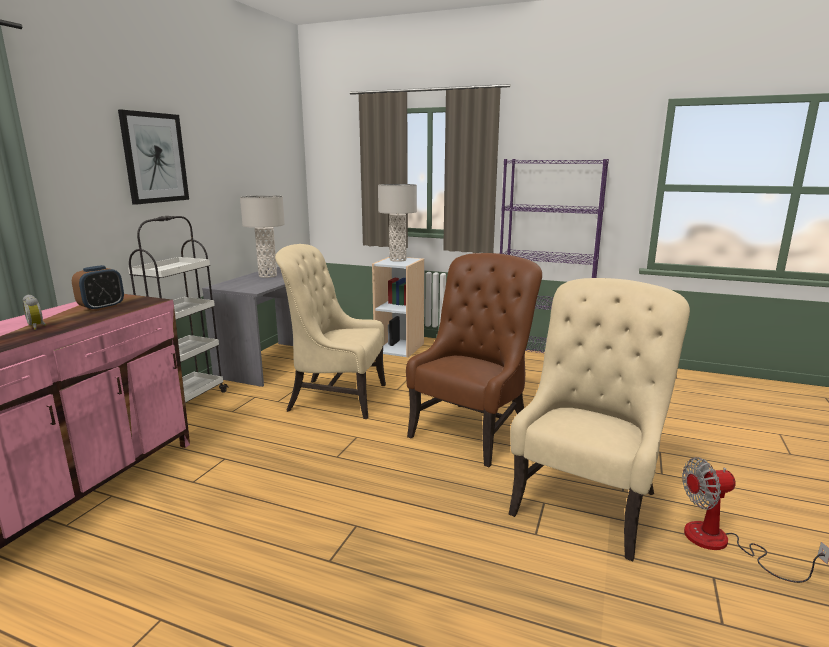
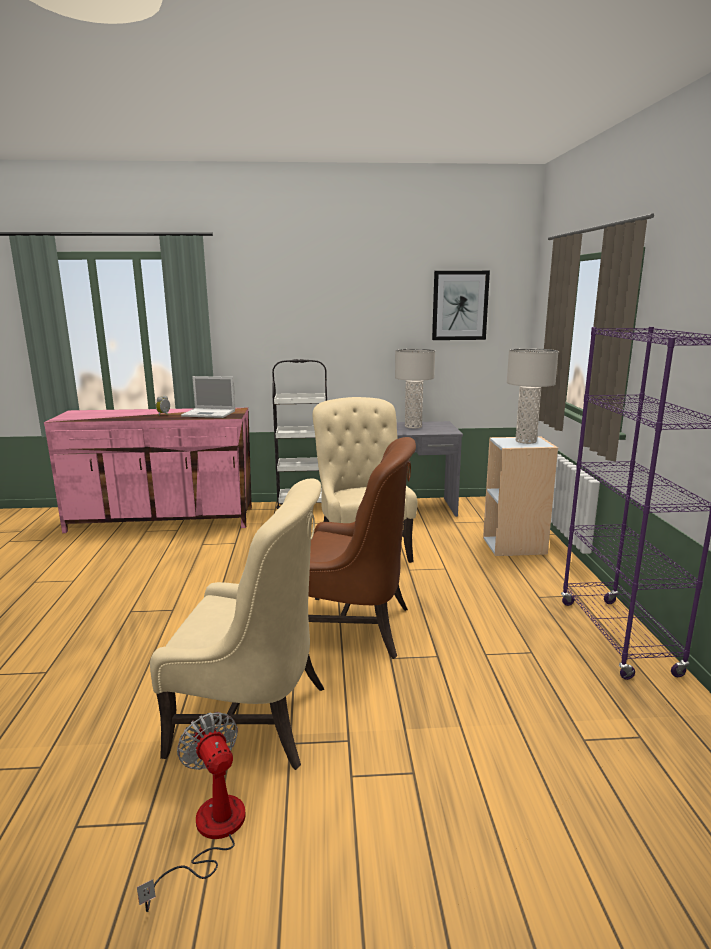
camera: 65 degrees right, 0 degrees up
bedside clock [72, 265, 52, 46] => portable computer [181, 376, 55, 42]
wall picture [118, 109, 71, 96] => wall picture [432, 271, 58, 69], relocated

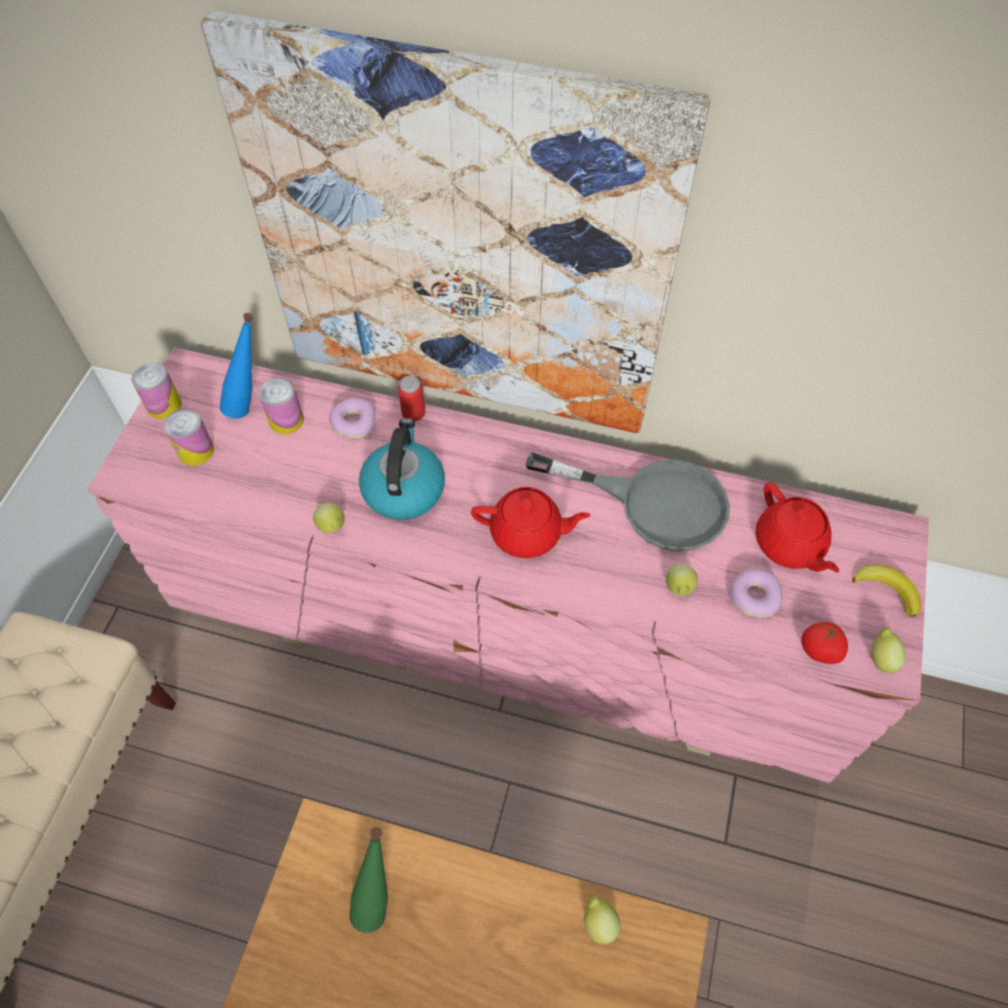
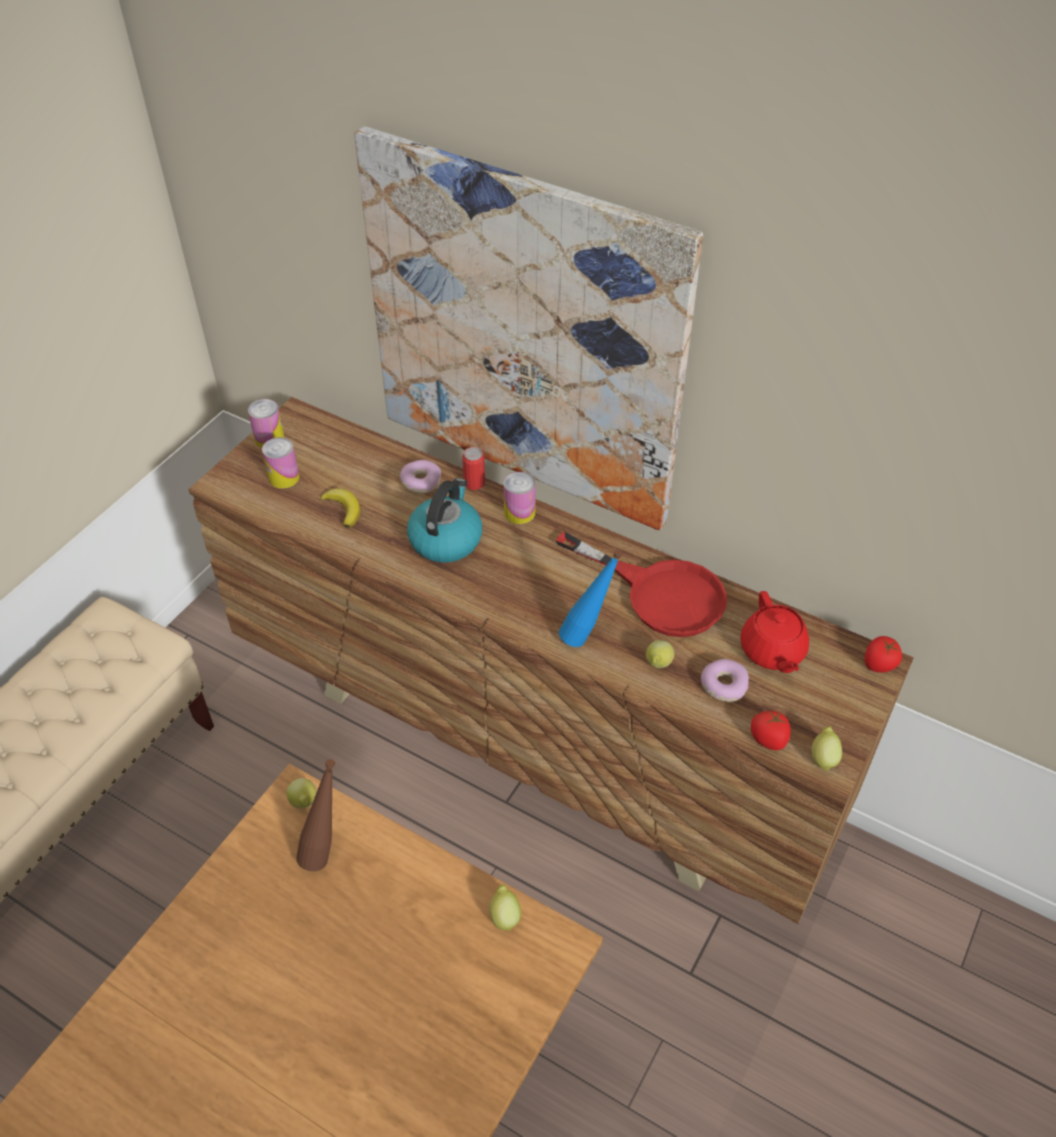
camera: 15 degrees right, 10 degrees down
pink storage cabinet [87, 347, 842, 436] => brownish storage cabinet [188, 397, 726, 527]
blue bottle [220, 313, 33, 106] => blue bottle [559, 550, 64, 97], relocated
sealed can [259, 377, 45, 57] => sealed can [503, 472, 33, 52], relocated
whole lemon [313, 503, 32, 30] => whole lemon [287, 778, 29, 31], relocated
greenish bottle [350, 827, 38, 106] => brownish bottle [296, 759, 39, 112]
reddish teapot [471, 487, 120, 71] => nothing
grey frying pan [525, 452, 205, 100] => reddish frying pan [555, 531, 172, 106]
banana [852, 564, 69, 53] => banana [321, 488, 39, 39], relocated
nothing => fresh tomato [865, 636, 37, 37]

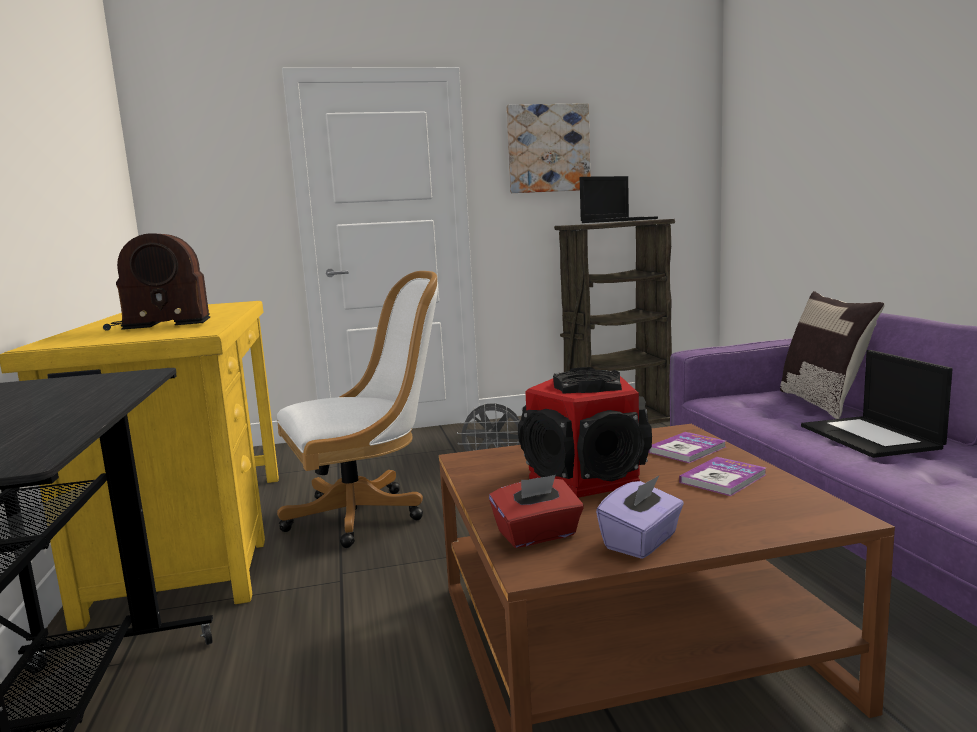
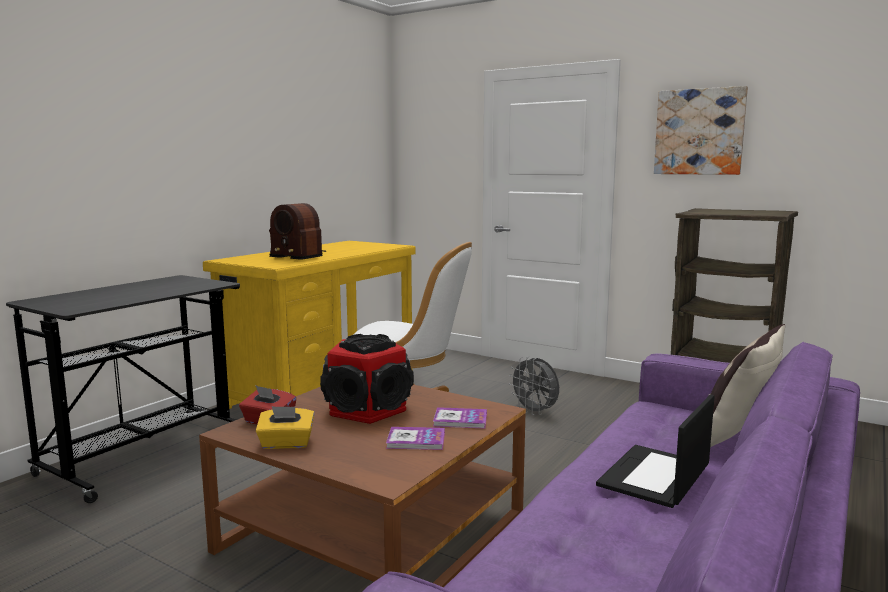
camera: 45 degrees right, 0 degrees up
portable computer [580, 176, 78, 47] => nothing
purplish tissue holder [596, 476, 88, 83] => yellow tissue holder [256, 406, 59, 43]

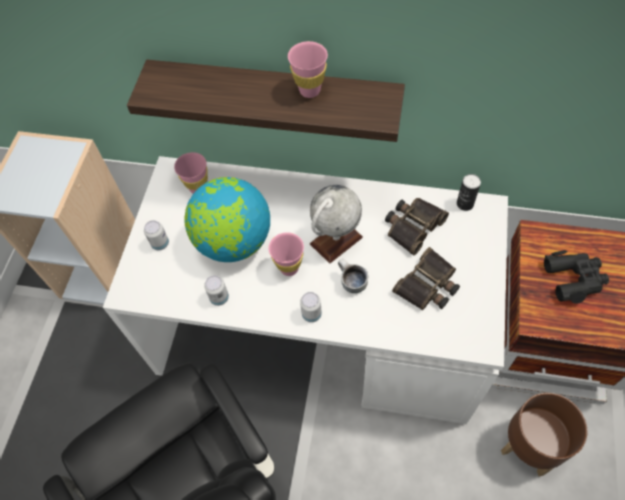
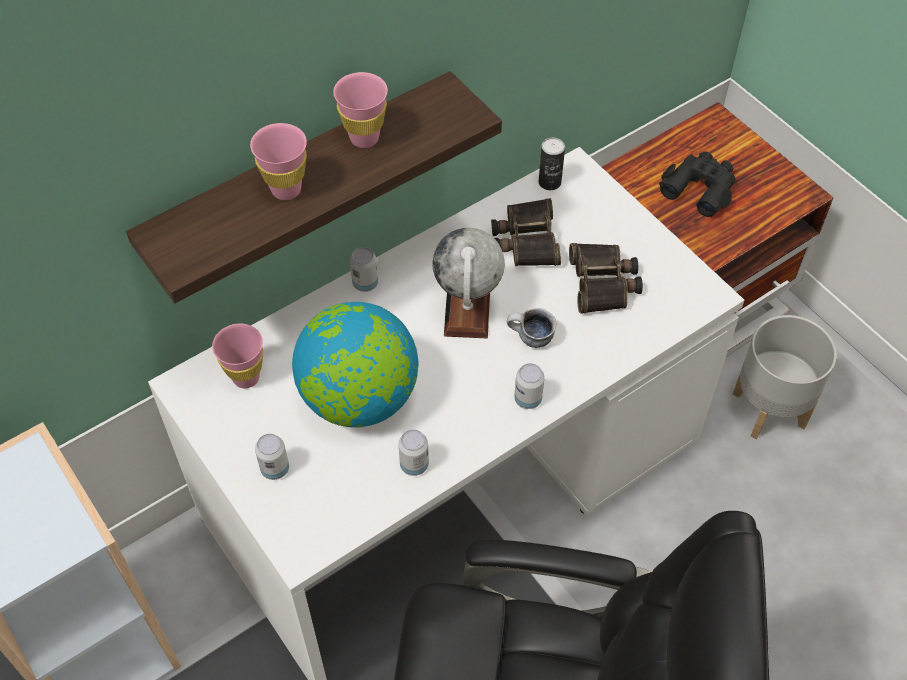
camera: 50 degrees left, 5 degrees down
pink cup [268, 232, 36, 44] => pink cup [250, 123, 57, 77], relocated
brownish plant pot [501, 393, 86, 84] => grey plant pot [733, 315, 104, 124]
nothing => sealed can [350, 247, 28, 45]

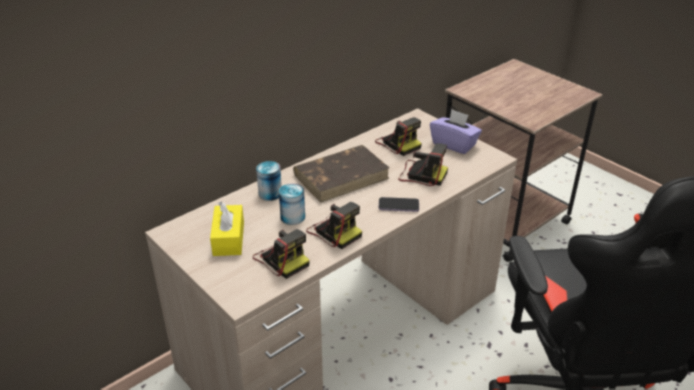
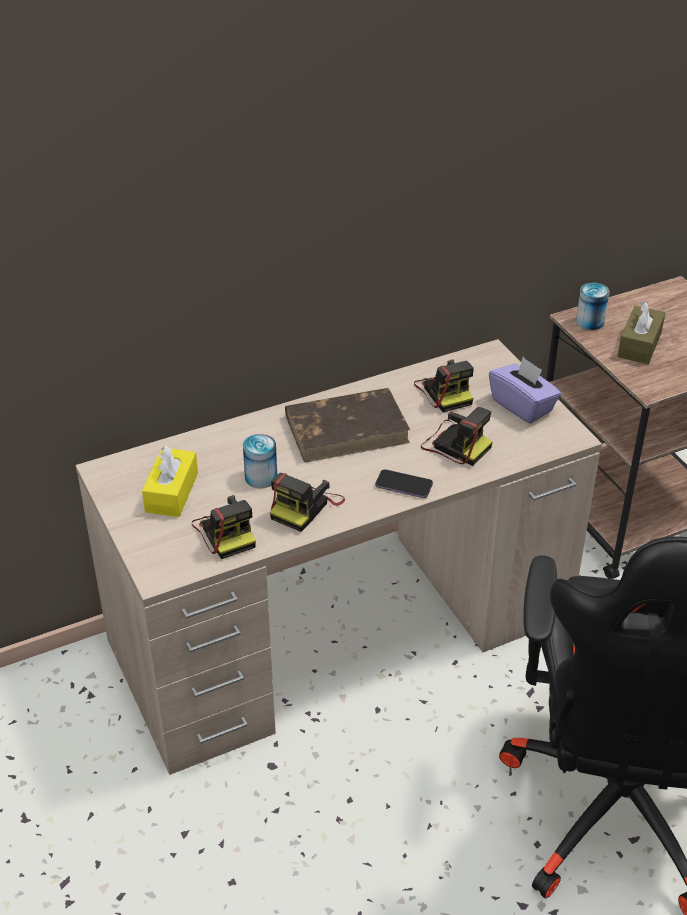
camera: 15 degrees right, 5 degrees up
sealed can [256, 161, 26, 40] => sealed can [576, 283, 33, 47], relocated
photo camera [306, 202, 56, 47] => photo camera [270, 473, 75, 59], 60 degrees clockwise
nothing => brownish tissue holder [617, 301, 48, 63]

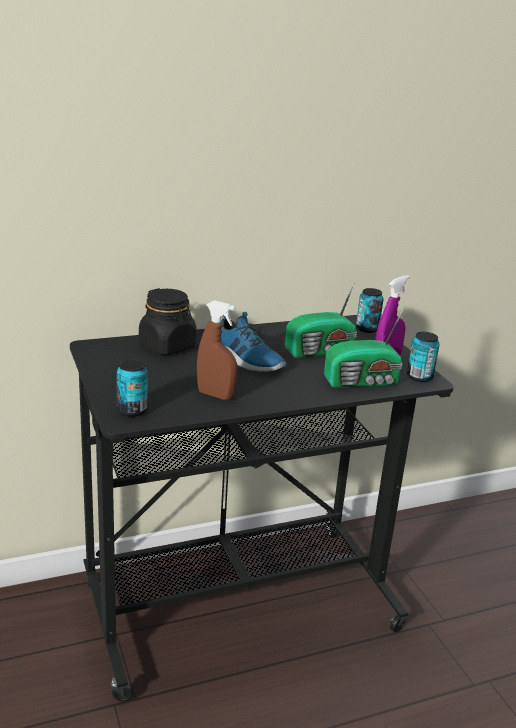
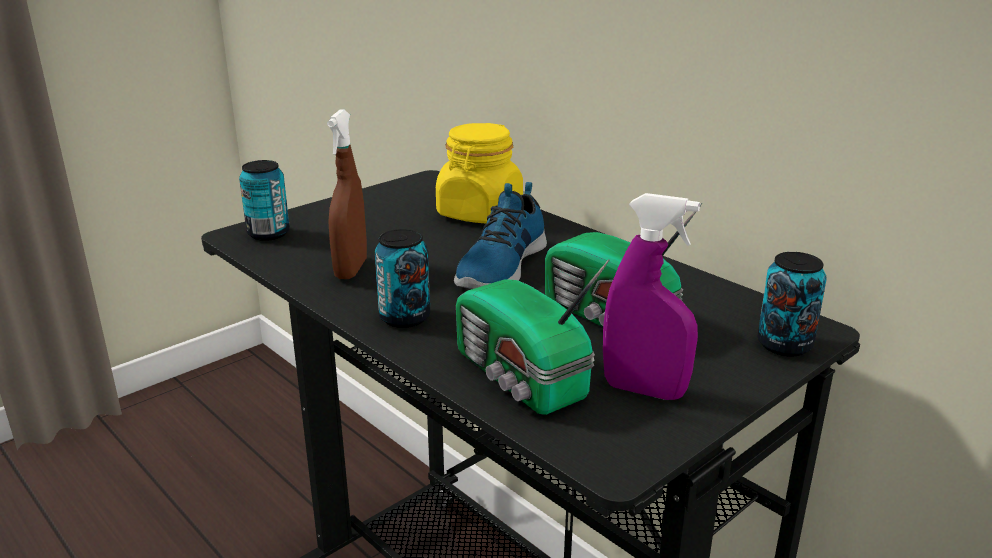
camera: 70 degrees right, 0 degrees up
black-coloured storage jar [139, 288, 58, 67] => yellow storage jar [436, 123, 87, 101]
sealed can [407, 332, 33, 50] => sealed can [375, 229, 55, 99], relocated

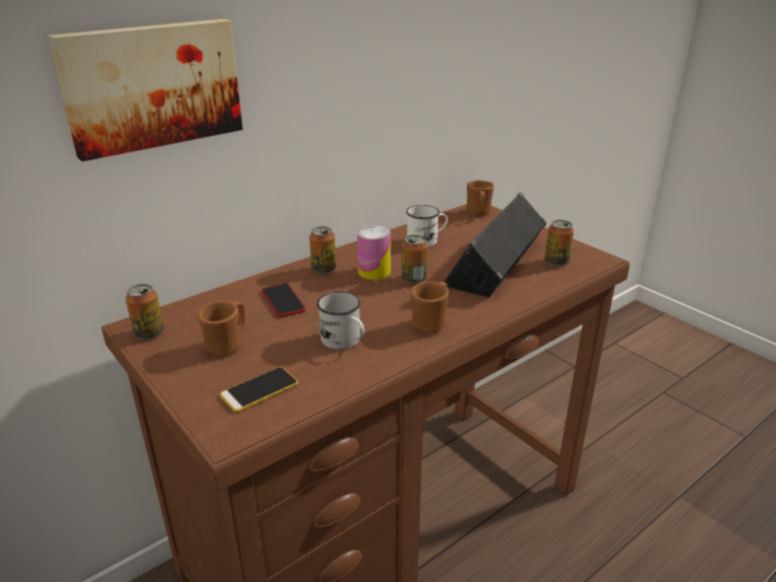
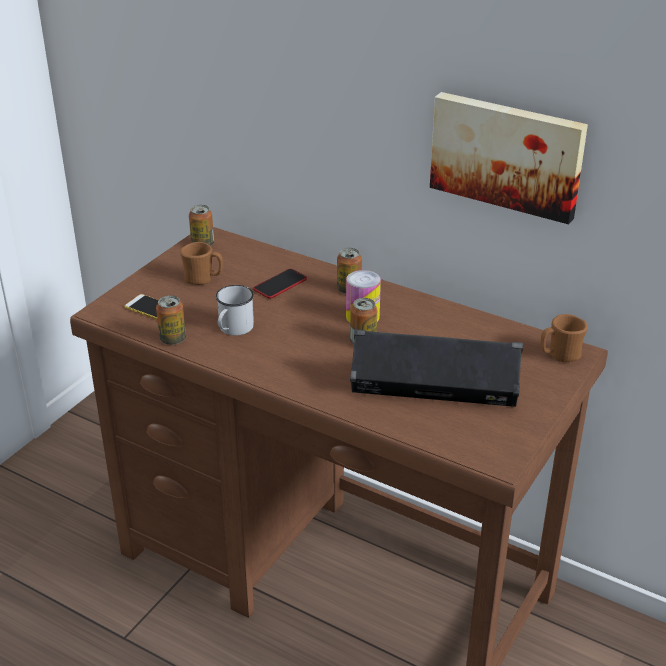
camera: 70 degrees right, 5 degrees up
wall picture [47, 19, 196, 143] => wall picture [430, 92, 158, 132], relocated
white mug [406, 205, 42, 42] => nothing
brownish mug [411, 282, 38, 52] => nothing
sealed can [545, 220, 29, 46] => sealed can [156, 295, 30, 50], relocated

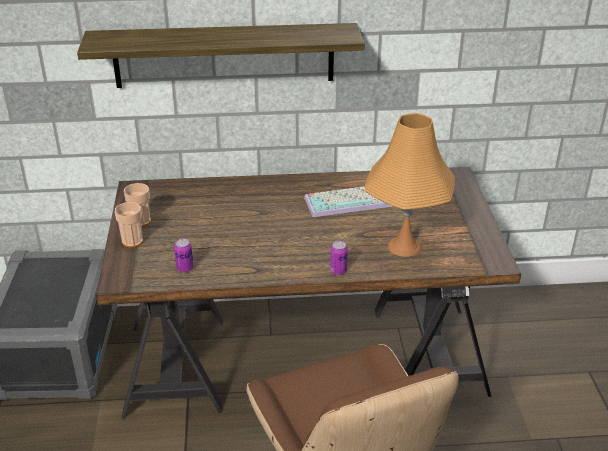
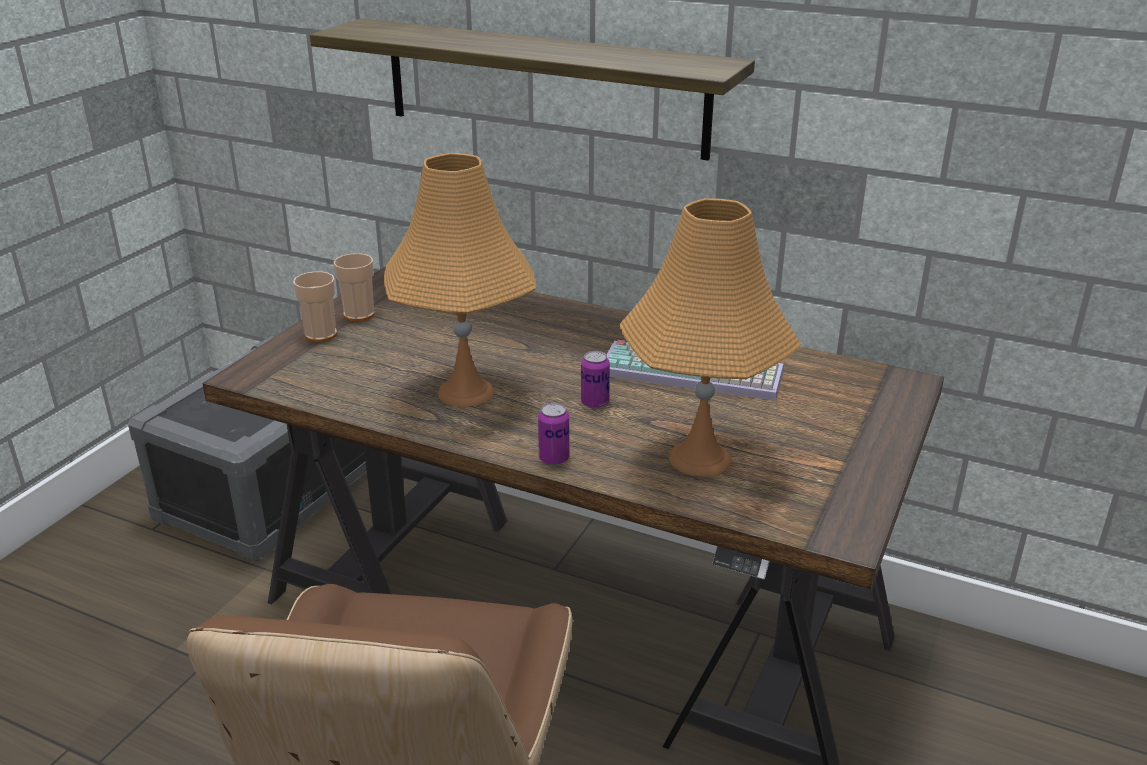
camera: 30 degrees right, 5 degrees down
sealed can [174, 239, 20, 34] => sealed can [581, 351, 29, 58], relocated
nothing => orange lamp for a table [384, 153, 152, 254]

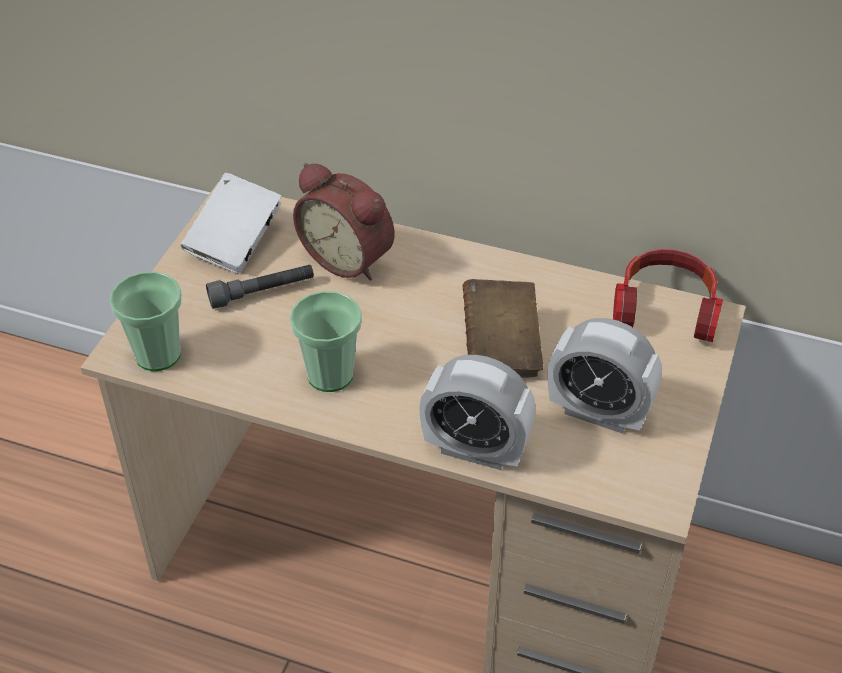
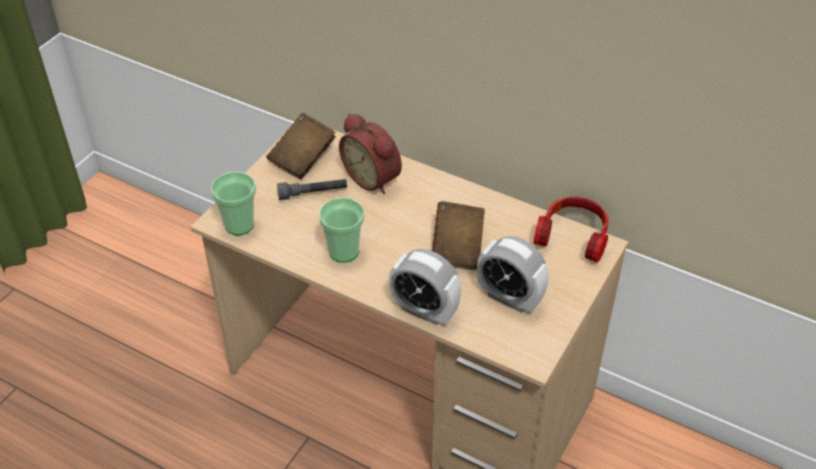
camera: 10 degrees right, 0 degrees up
white bound book [181, 173, 101, 100] => brownish bound book [266, 113, 70, 66]

